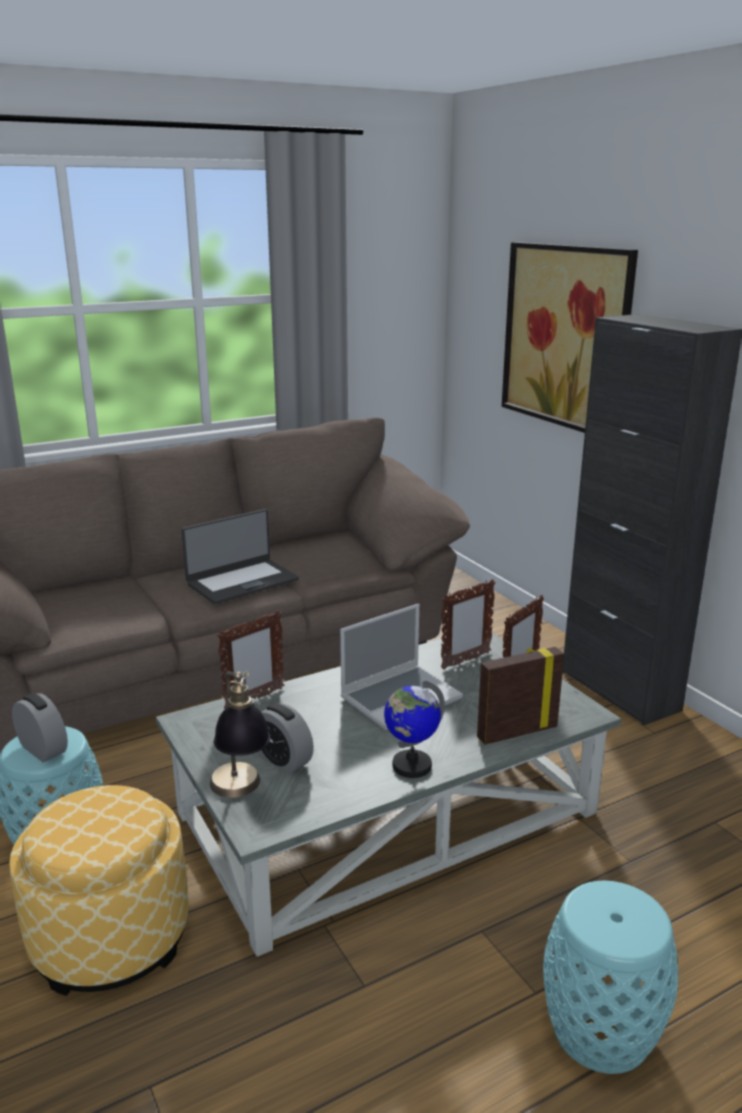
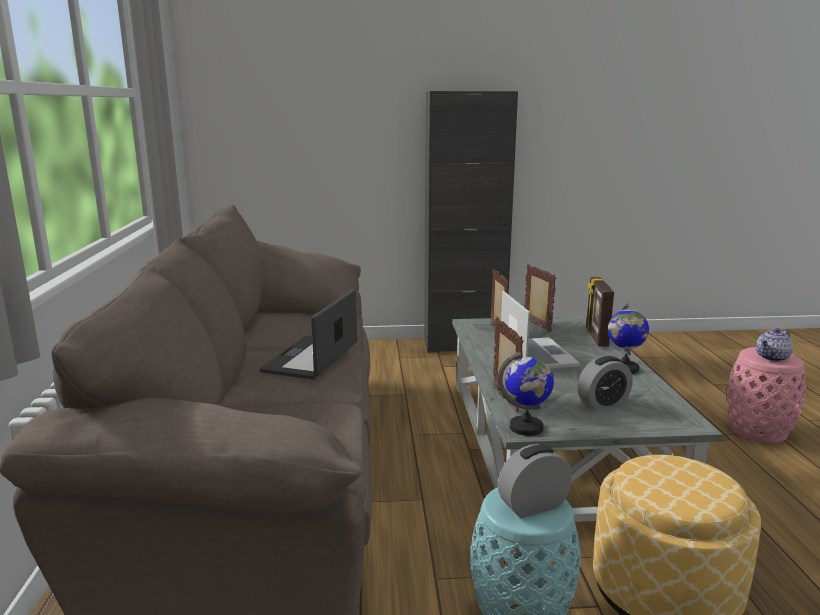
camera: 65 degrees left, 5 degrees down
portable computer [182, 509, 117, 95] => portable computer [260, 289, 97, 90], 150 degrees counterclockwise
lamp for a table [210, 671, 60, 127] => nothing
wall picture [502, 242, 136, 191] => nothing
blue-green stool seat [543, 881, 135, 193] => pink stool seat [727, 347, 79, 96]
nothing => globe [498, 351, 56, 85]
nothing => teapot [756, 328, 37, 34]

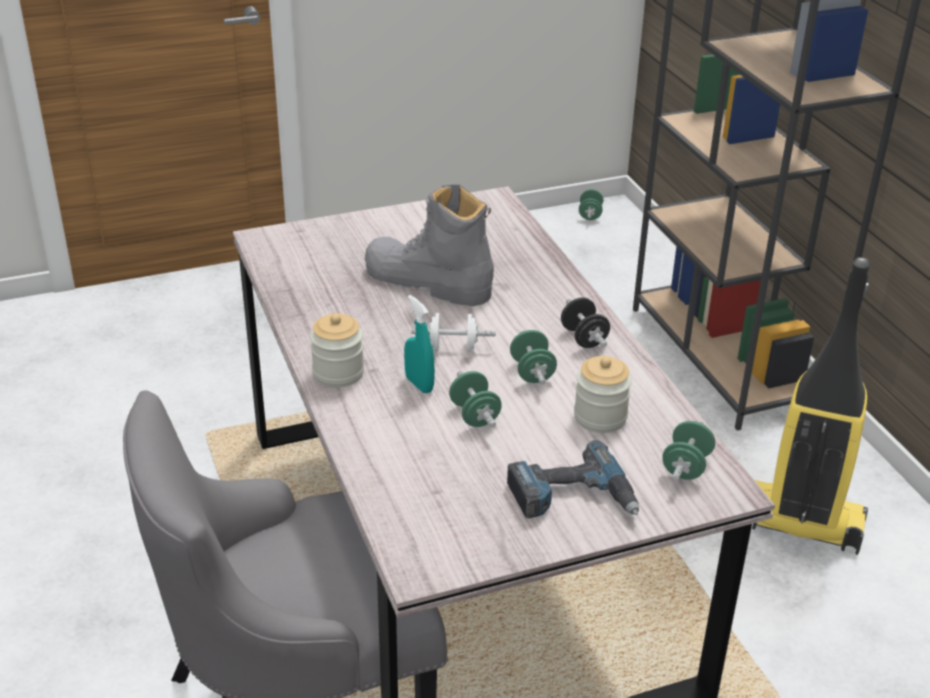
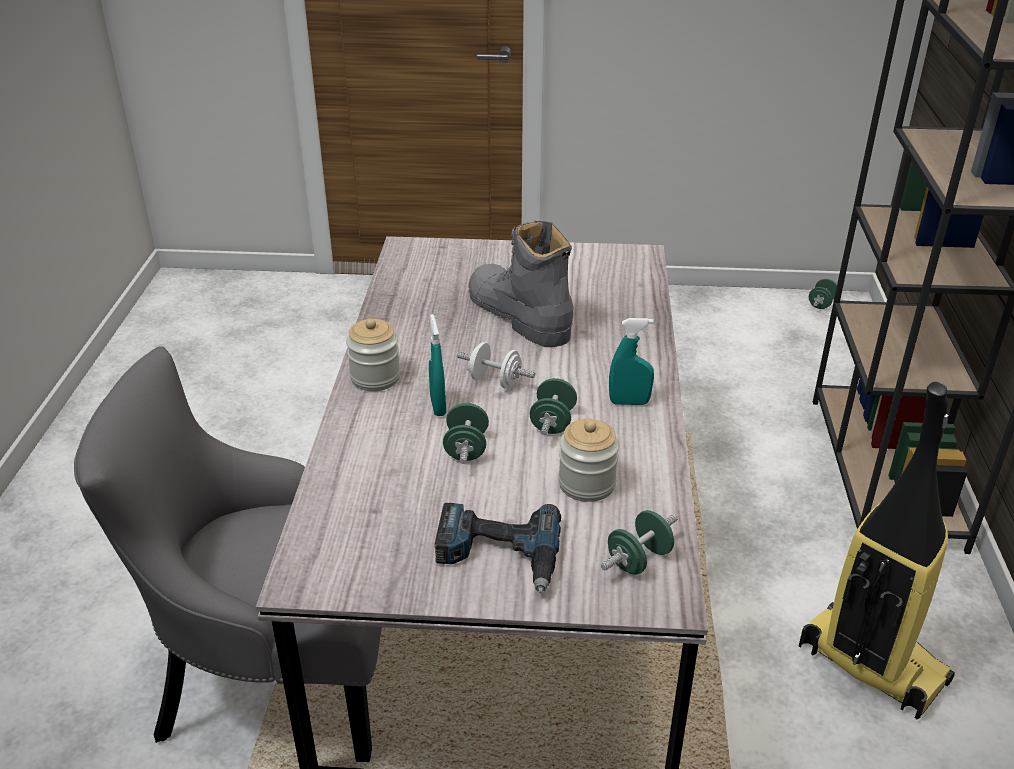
camera: 25 degrees right, 0 degrees up
black-coloured hand weight [561, 297, 49, 51] => blue-green sprayer [609, 318, 45, 87]

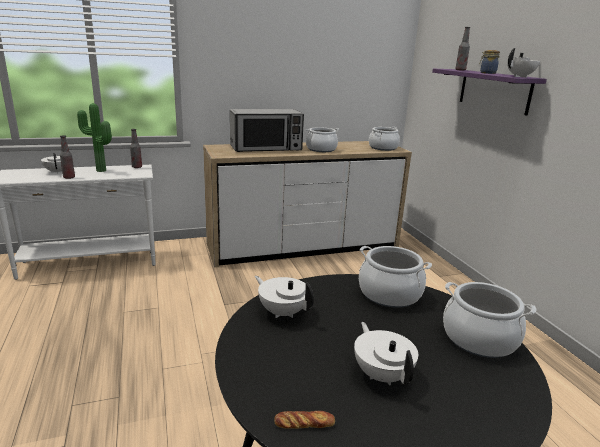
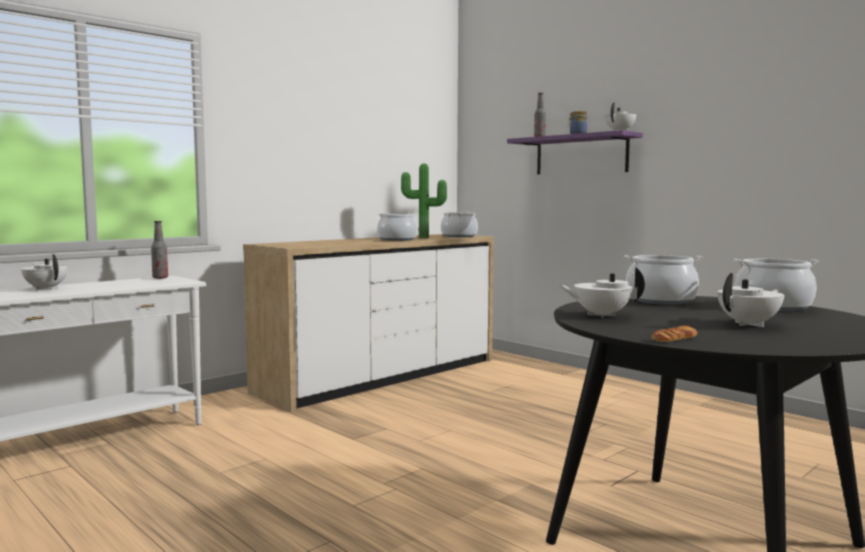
camera: 25 degrees left, 15 degrees down
bottle [60, 135, 15, 44] => nothing
plant in a pot [77, 103, 35, 69] => plant in a pot [401, 163, 46, 75], relocated
microwave [230, 109, 74, 43] => nothing
bread [274, 411, 61, 18] => bread [651, 325, 46, 17], relocated
white teapot [354, 322, 64, 64] => white teapot [717, 273, 67, 54], 105 degrees clockwise

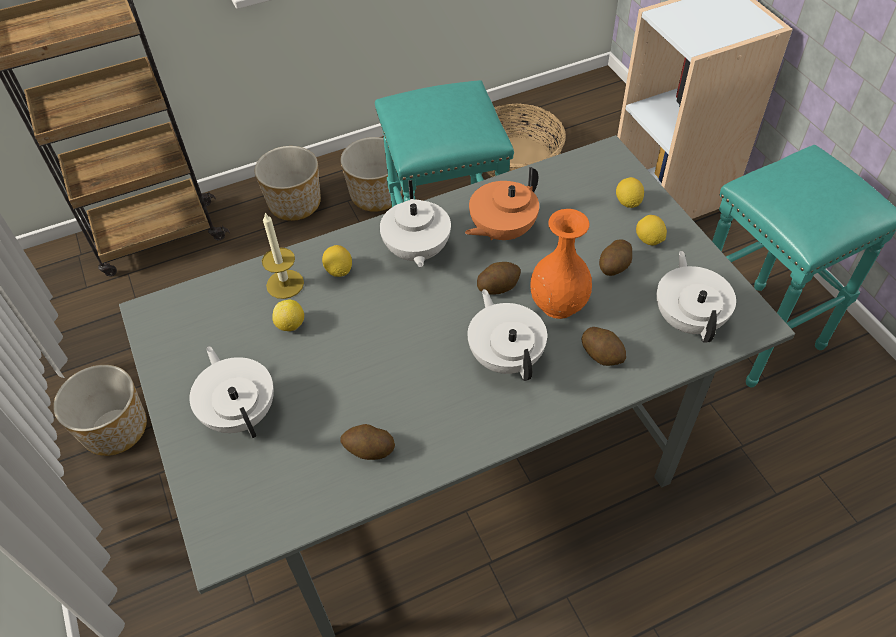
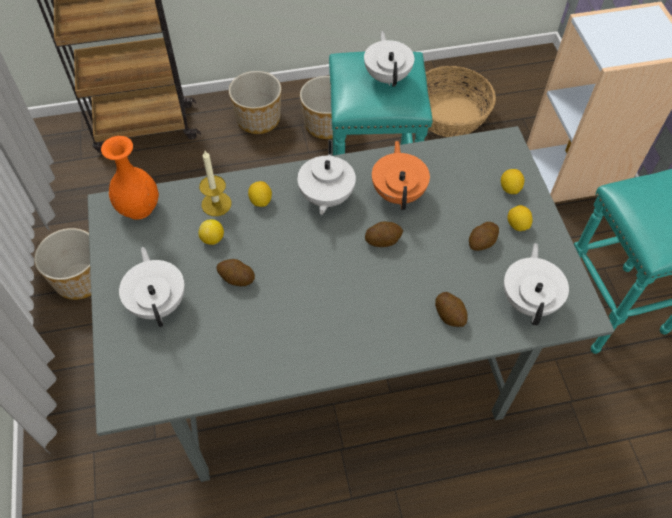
camera: 10 degrees right, 5 degrees up
potato [340, 424, 55, 36] => potato [216, 259, 39, 27], relocated
orange teapot [465, 167, 74, 73] => orange teapot [372, 141, 58, 69], 120 degrees clockwise
white teapot [468, 289, 79, 92] => white teapot [364, 31, 51, 56], relocated
orange flower vase [530, 209, 62, 110] => orange flower vase [101, 136, 58, 84], relocated

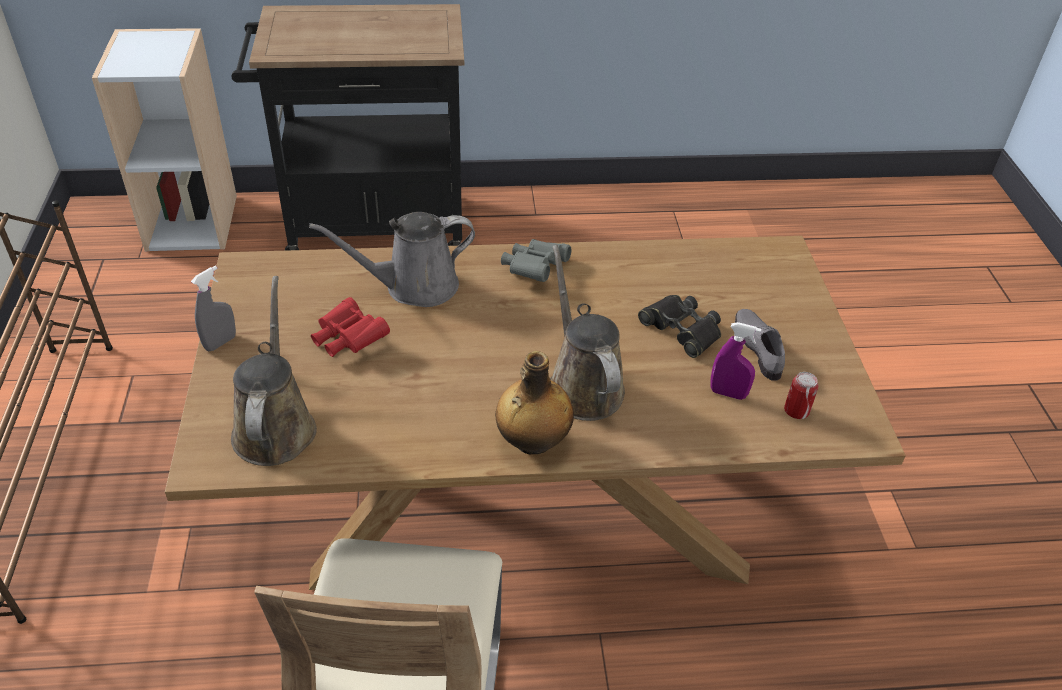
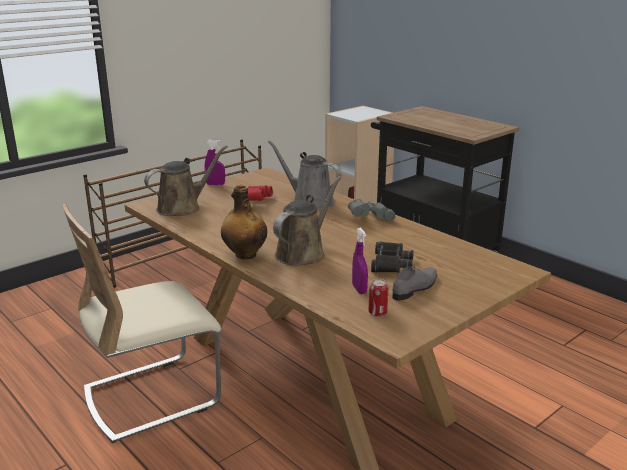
camera: 55 degrees right, 20 degrees down
grey sprayer [191, 266, 45, 85] => purplish sprayer [205, 140, 20, 45]

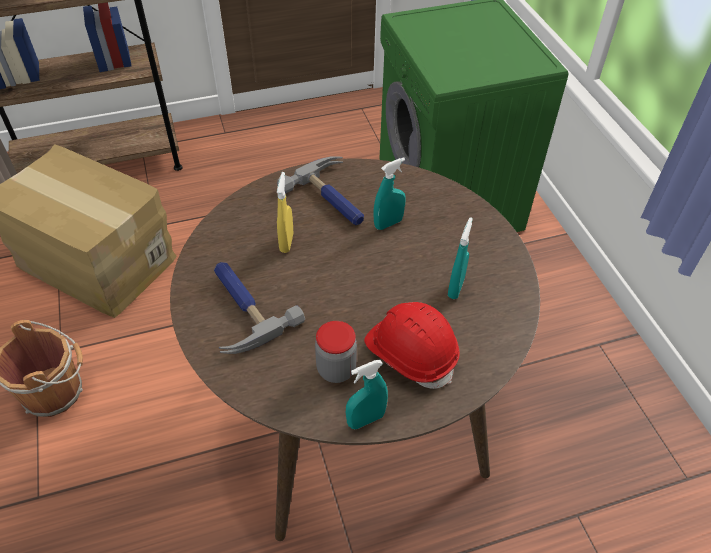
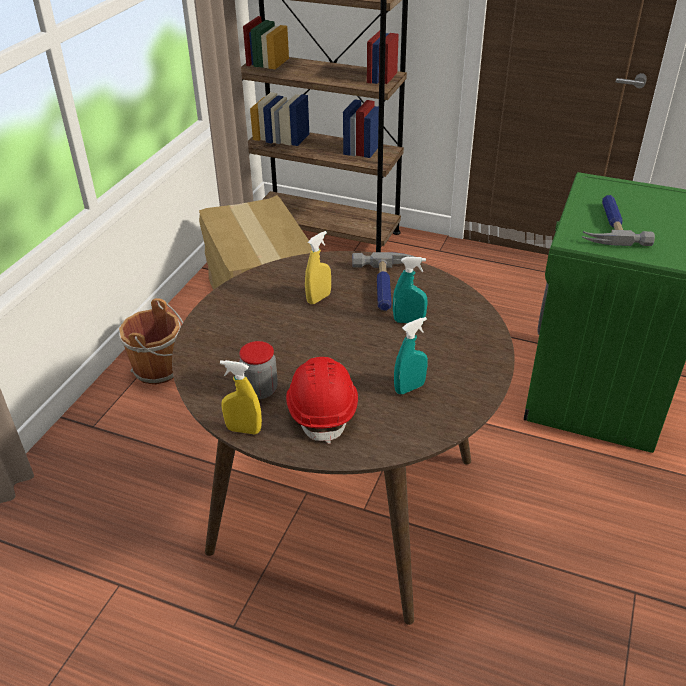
camera: 40 degrees right, 10 degrees down
hammer [214, 262, 91, 92] => hammer [582, 195, 73, 51], relocated
blue-green sprayer [346, 360, 42, 69] => yellow sprayer [220, 360, 42, 74]

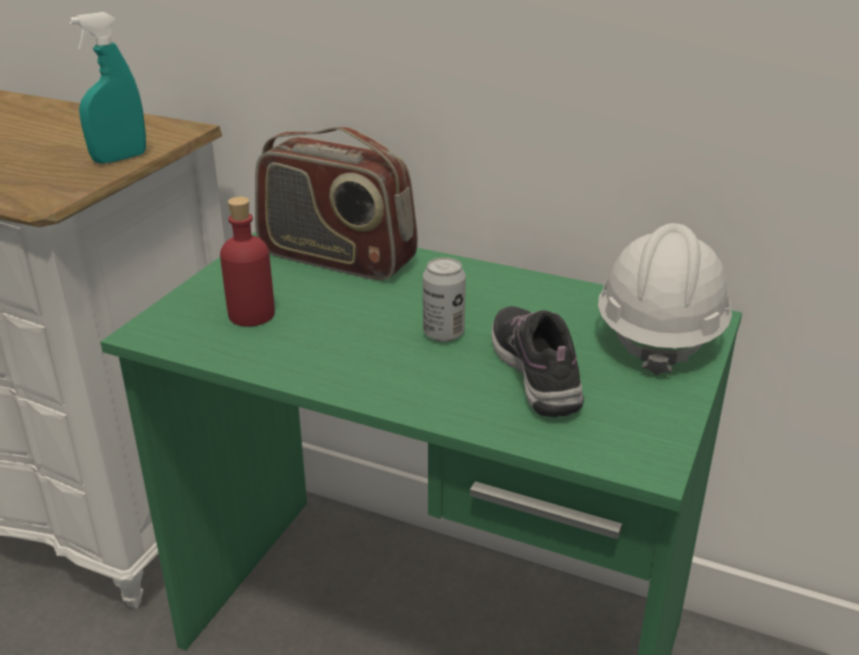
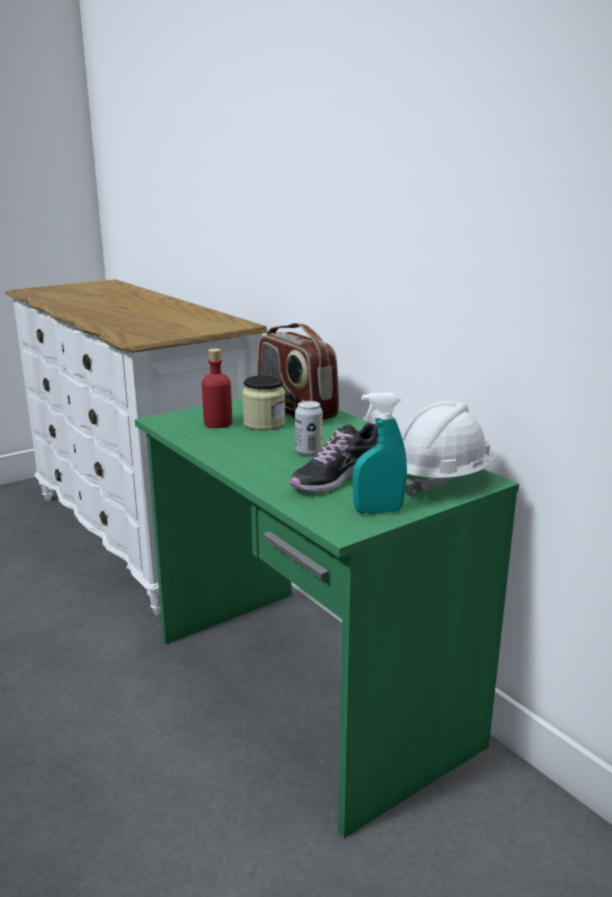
camera: 30 degrees right, 10 degrees down
blue-green sprayer [69, 12, 77, 152] => blue-green sprayer [353, 393, 54, 121], relocated
shoe [491, 306, 93, 111] => shoe [290, 418, 89, 75], 150 degrees counterclockwise
nothing => storage jar [242, 375, 44, 55]

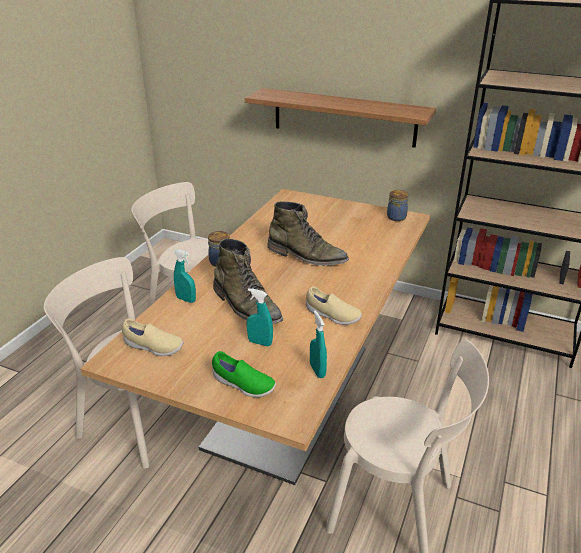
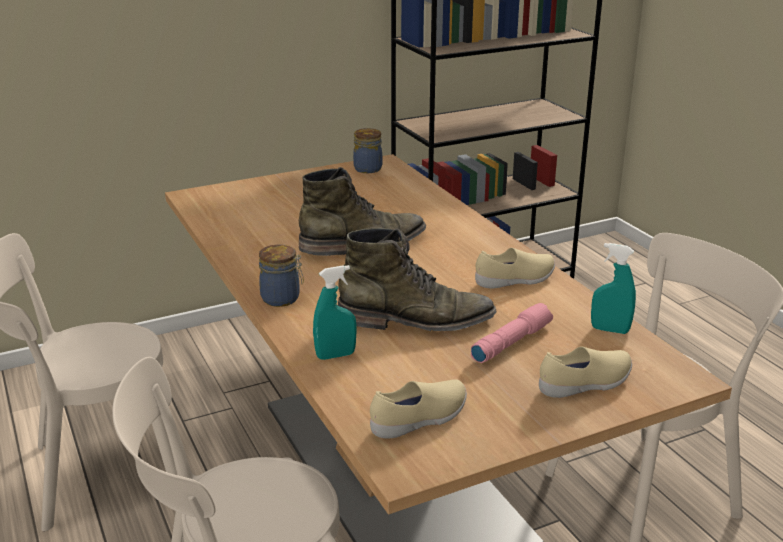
camera: 50 degrees left, 5 degrees down
greenish shoe [212, 351, 64, 47] => beige shoe [539, 347, 93, 51]
bracket shelf [245, 88, 191, 60] => nothing
blue-green sprayer [246, 288, 27, 58] => pink hand torch [471, 303, 82, 60]

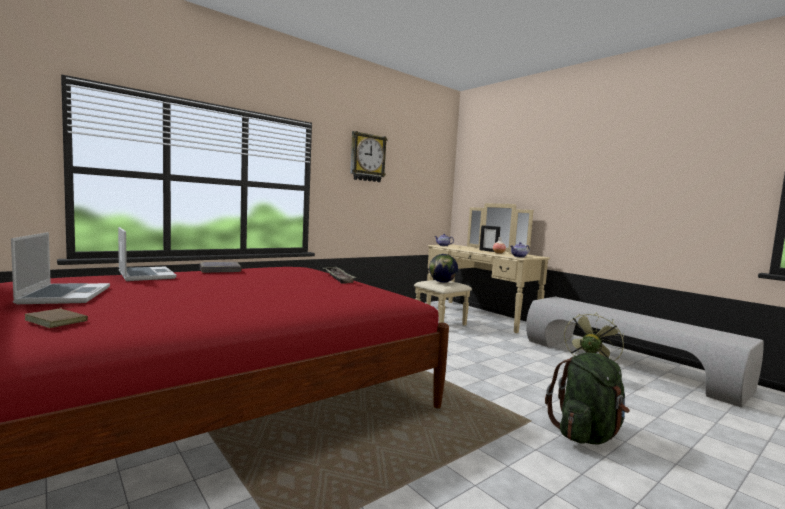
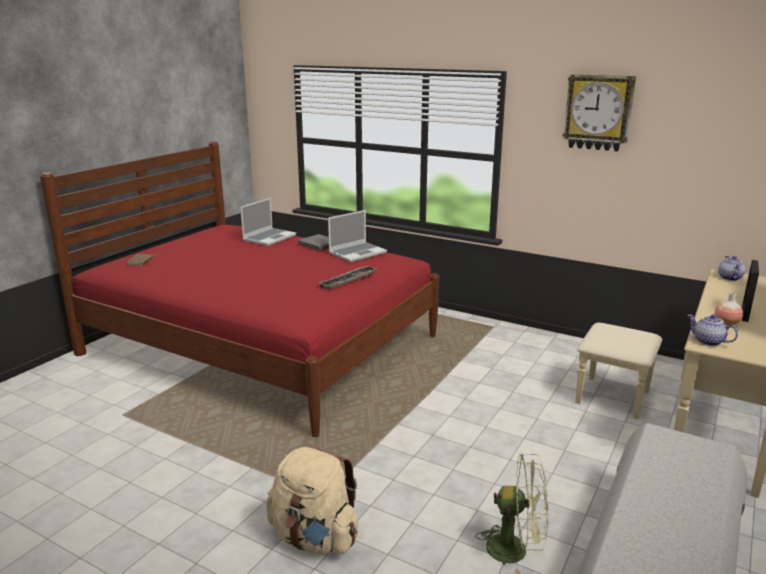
camera: 70 degrees right, 15 degrees up
portable computer [11, 232, 99, 72] => portable computer [328, 210, 59, 52], relocated
globe [429, 254, 29, 29] => nothing
greenish knapsack [545, 352, 85, 92] => beige knapsack [266, 447, 92, 107]

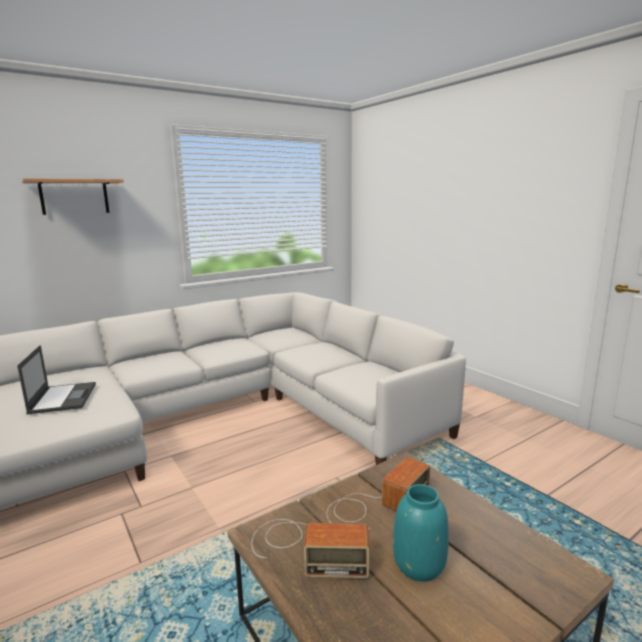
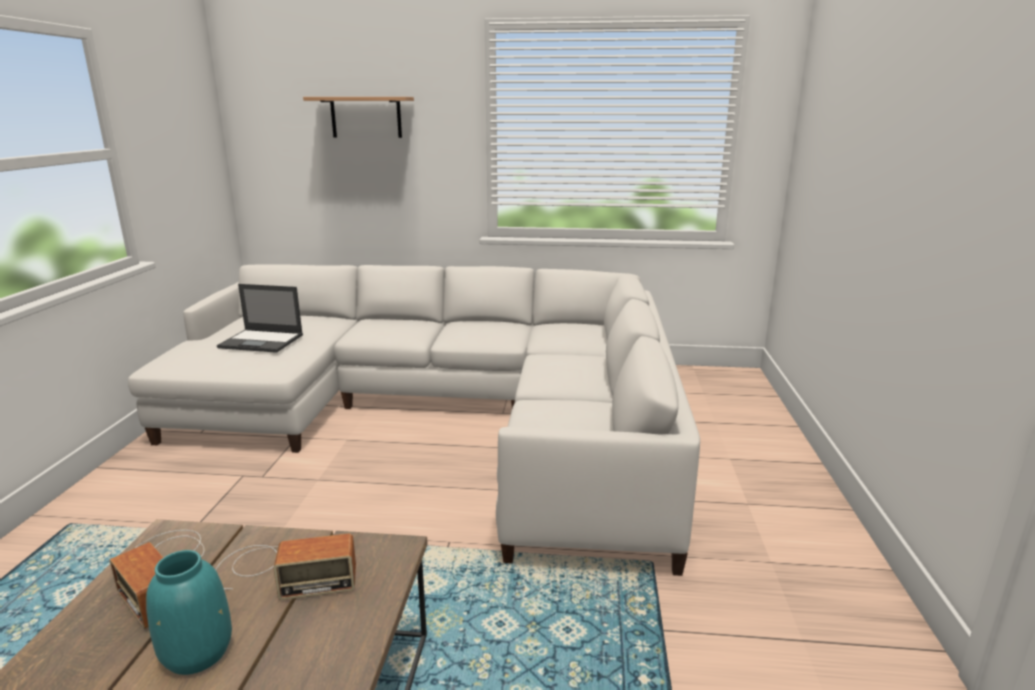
camera: 40 degrees right, 5 degrees up
portable computer [17, 345, 79, 69] => portable computer [217, 284, 86, 69], 75 degrees clockwise

